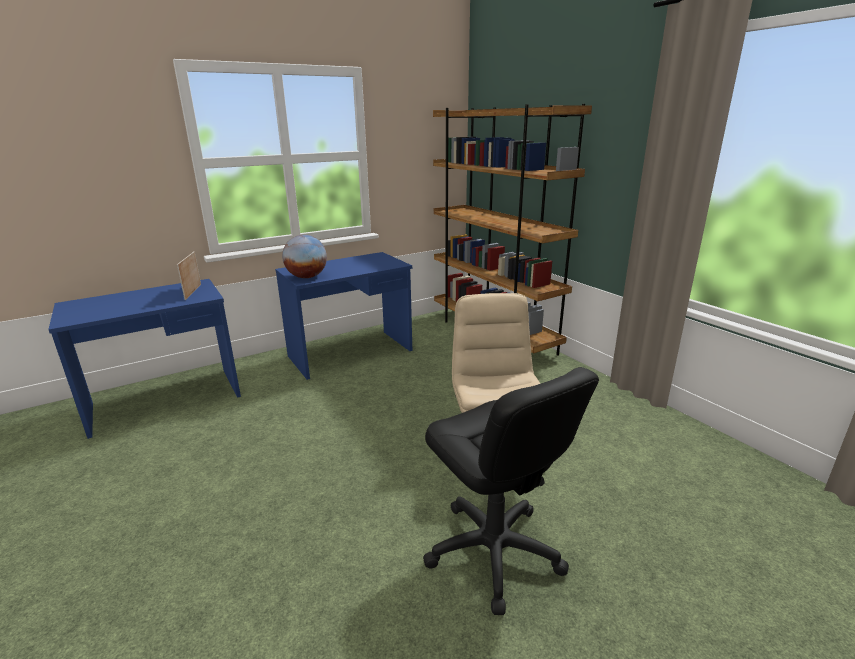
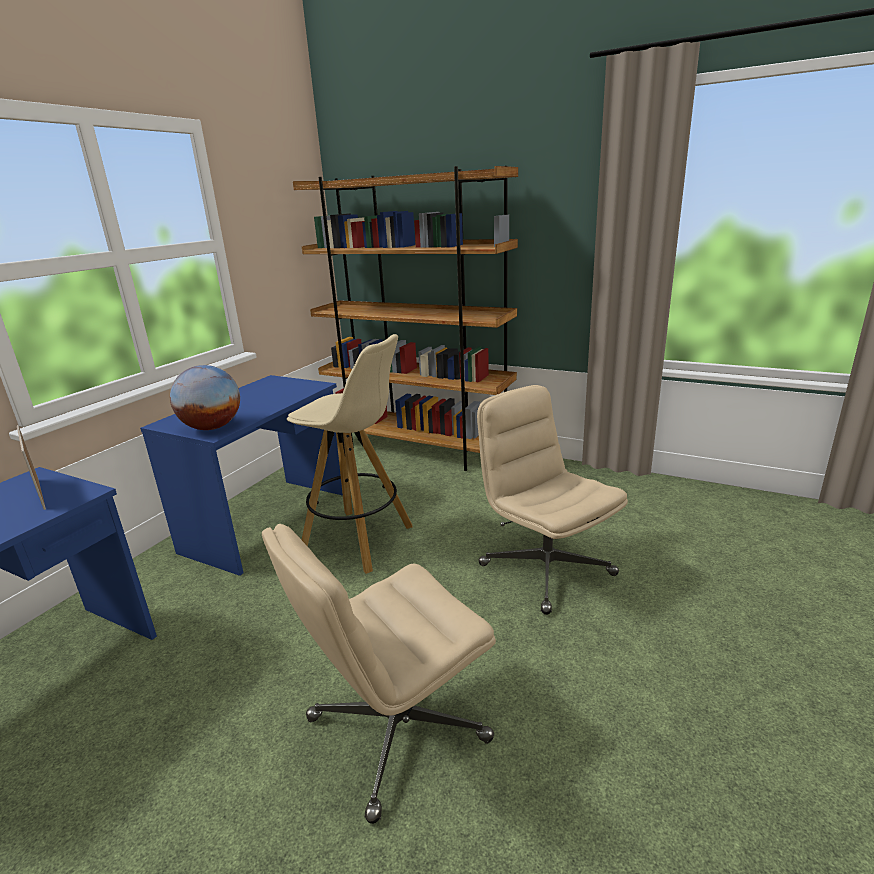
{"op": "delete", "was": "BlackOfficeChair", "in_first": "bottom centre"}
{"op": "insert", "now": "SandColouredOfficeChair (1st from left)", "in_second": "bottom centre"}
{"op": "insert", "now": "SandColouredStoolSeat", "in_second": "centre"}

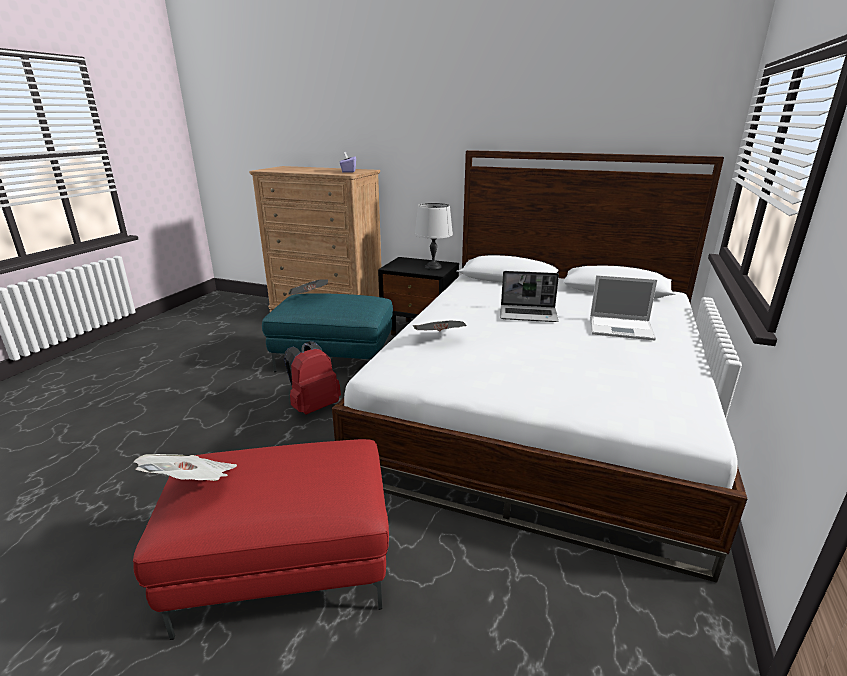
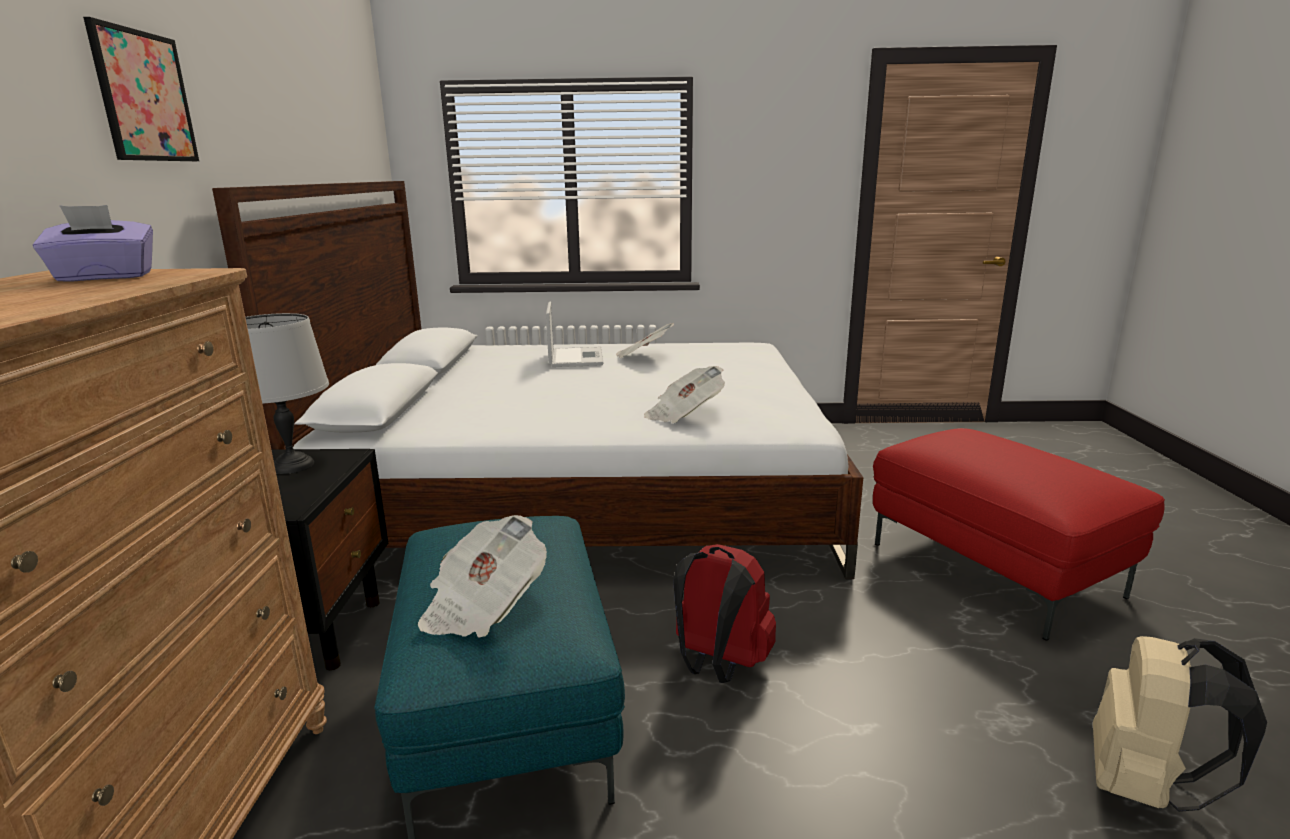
{"op": "move", "was": "Newspaper (1st from left in the first image)", "now": "Newspaper (2nd from left)", "in_first": "bottom left", "in_second": "centre"}
{"op": "delete", "was": "Laptop (1st from left)", "in_first": "centre"}
{"op": "insert", "now": "Picture", "in_second": "top left"}
{"op": "insert", "now": "SandColouredRucksack", "in_second": "bottom right"}

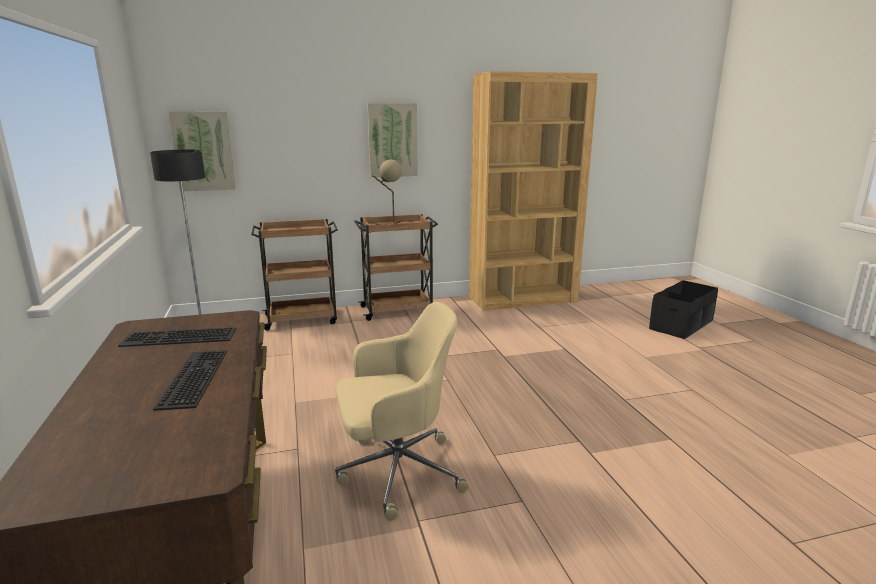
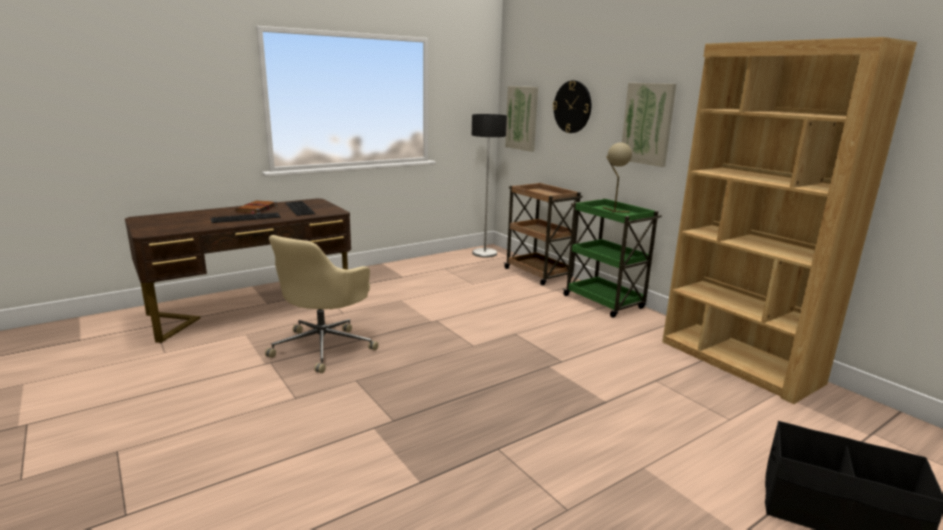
{"op": "rotate", "was": "SandColouredOfficeChair", "in_first": "bottom centre", "in_second": "centre", "clockwise": 60}
{"op": "recolor", "was": "BrownCart (2nd from left)", "now": "GreenishCart", "in_first": "centre", "in_second": "centre"}
{"op": "insert", "now": "BrownVolume", "in_second": "middle left"}
{"op": "insert", "now": "WallClock", "in_second": "top centre"}

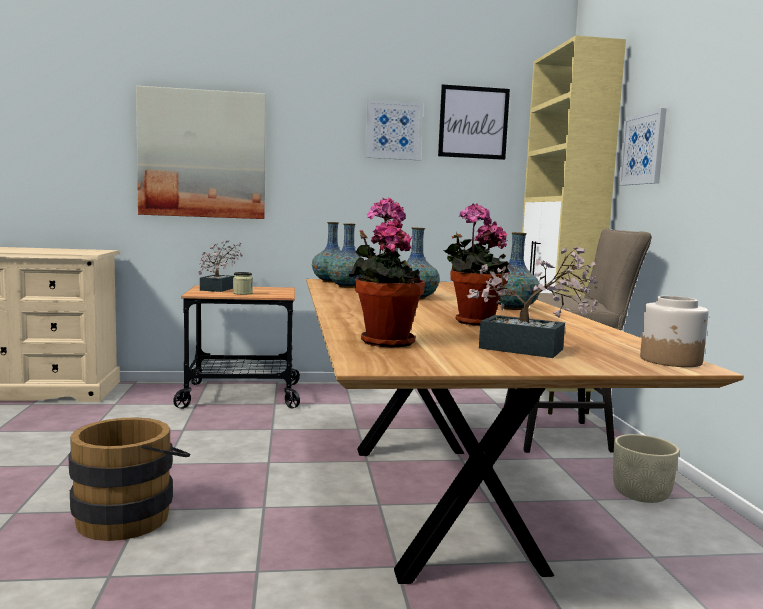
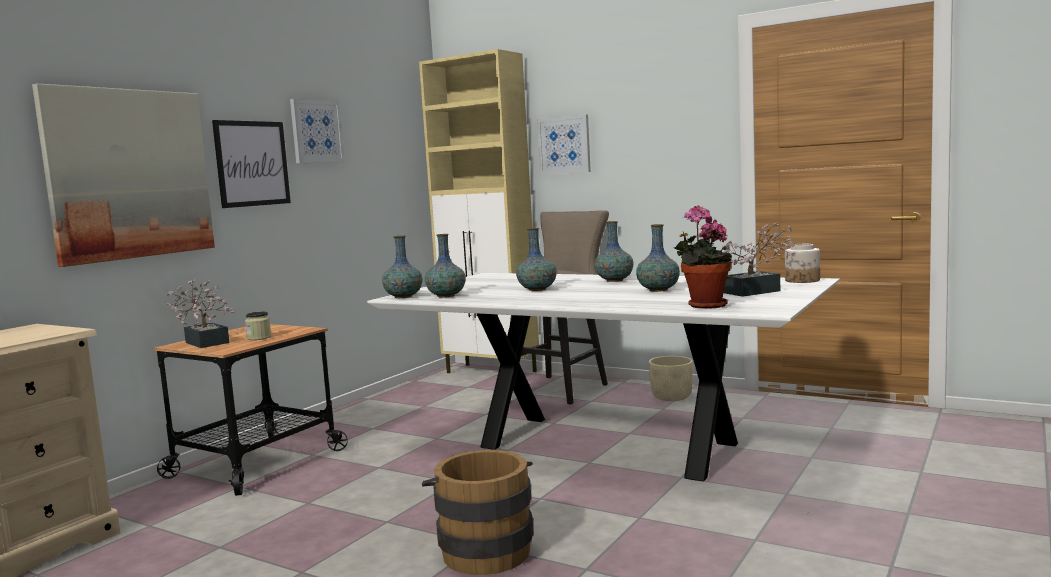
{"op": "recolor", "was": "BrownDinnerTable", "now": "WhiteColouredDinnerTable", "in_first": "bottom right", "in_second": "centre"}
{"op": "move", "was": "Picture (3rd from left in the first image)", "now": "Picture (2nd from left)", "in_first": "top centre", "in_second": "top left"}
{"op": "replace", "was": "PlantInAPot (3rd from left)", "now": "DecorativeVase (5th from left)", "in_first": "centre", "in_second": "centre"}

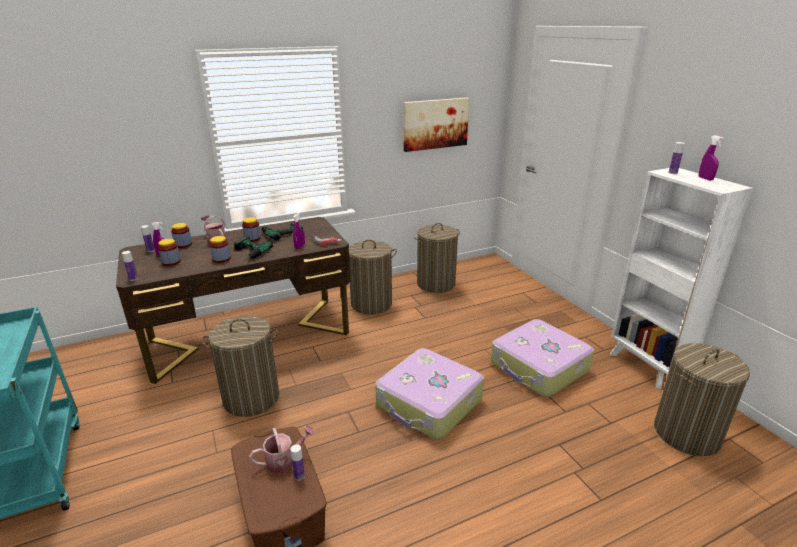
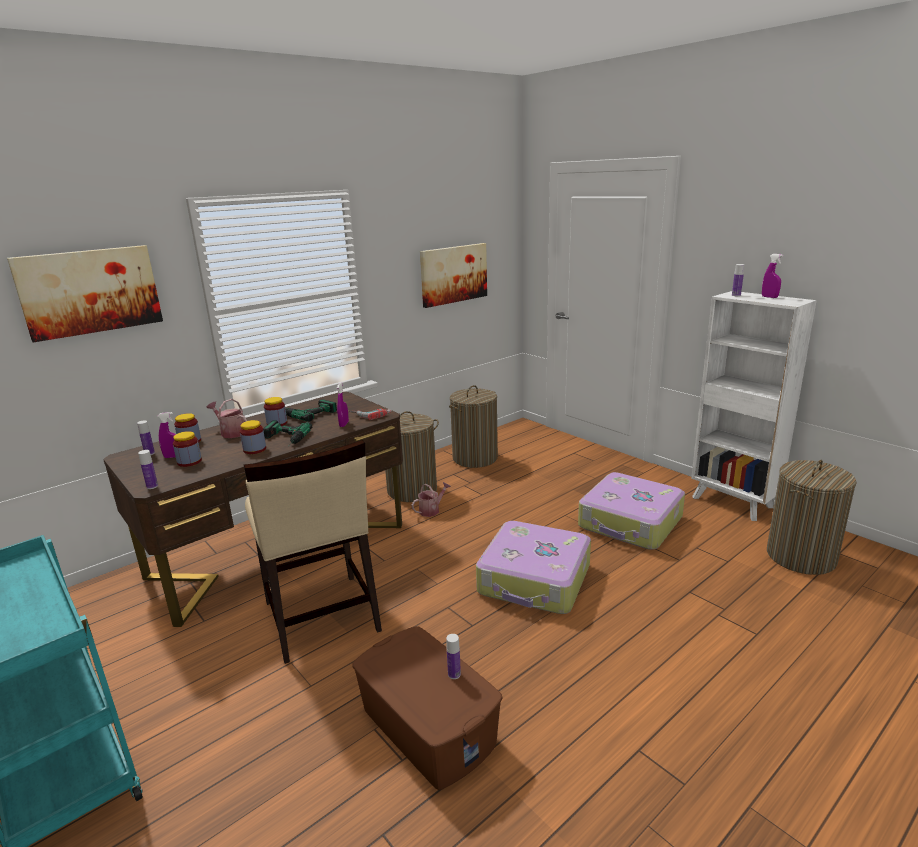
{"op": "replace", "was": "WashingBasket (1st from left)", "now": "SandColouredChair", "in_first": "bottom left", "in_second": "centre"}
{"op": "move", "was": "WateringCan (2nd from left)", "in_first": "bottom centre", "in_second": "centre"}
{"op": "insert", "now": "Picture (1st from left)", "in_second": "middle left"}

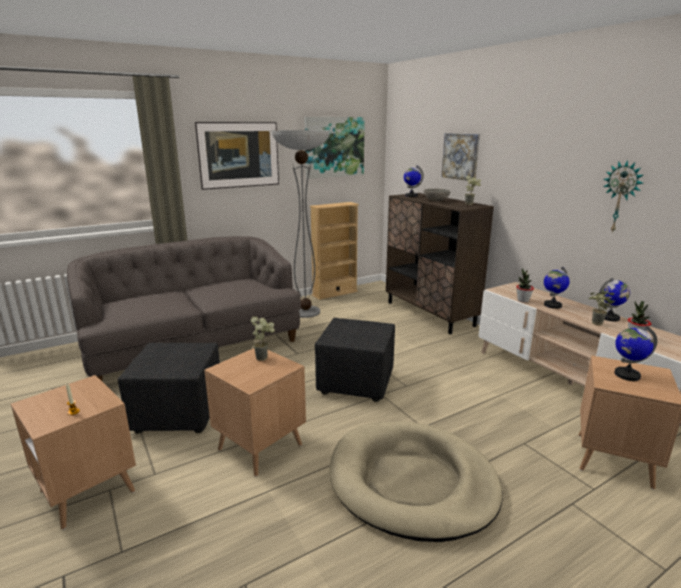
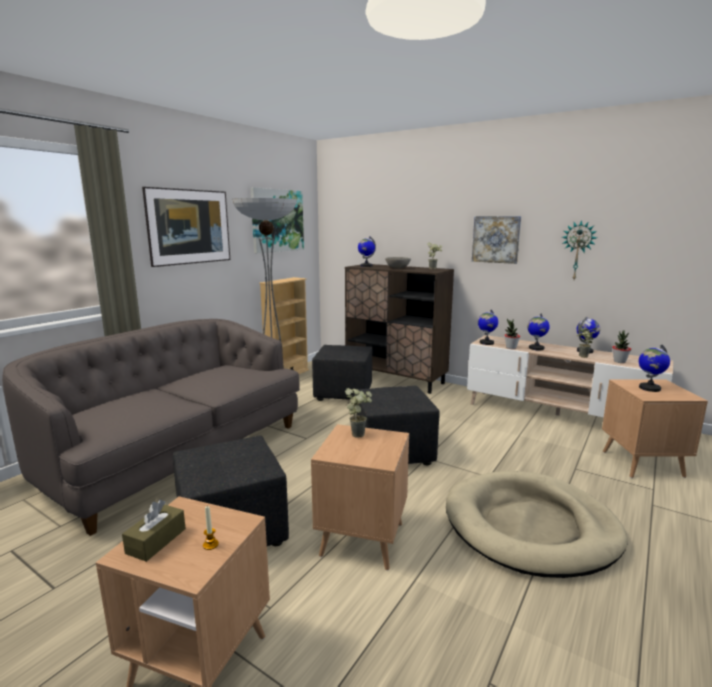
{"op": "move", "was": "Picture (3rd from left)", "in_first": "top right", "in_second": "middle right"}
{"op": "insert", "now": "BrownBoxOfTissues", "in_second": "bottom left"}
{"op": "insert", "now": "BlackOttoman (2nd from left)", "in_second": "centre"}
{"op": "insert", "now": "DeskGlobe (2nd from left)", "in_second": "middle right"}

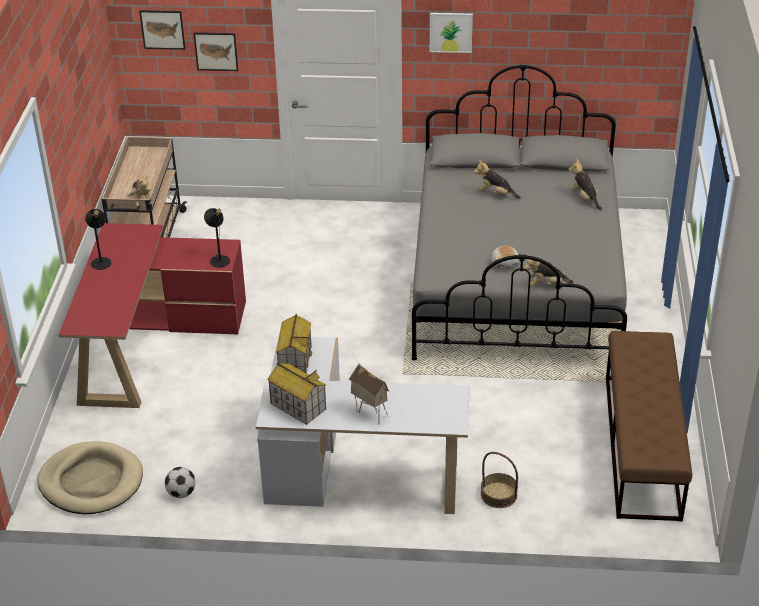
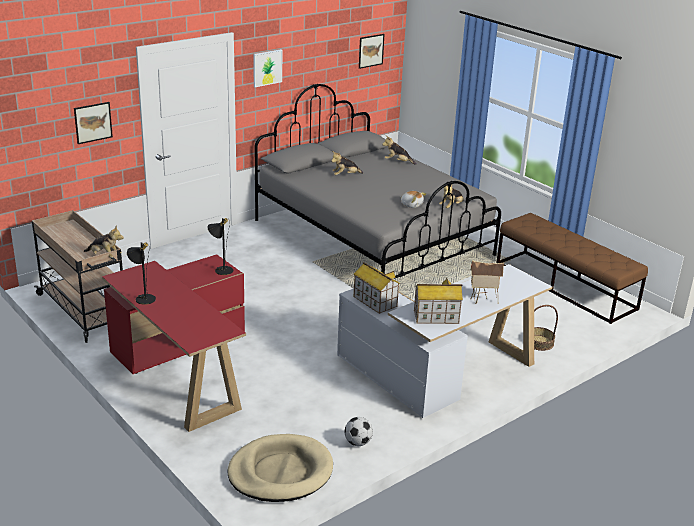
{"op": "move", "was": "Picture (1st from left in the first image)", "now": "Picture (3rd from left)", "in_first": "top left", "in_second": "top centre"}

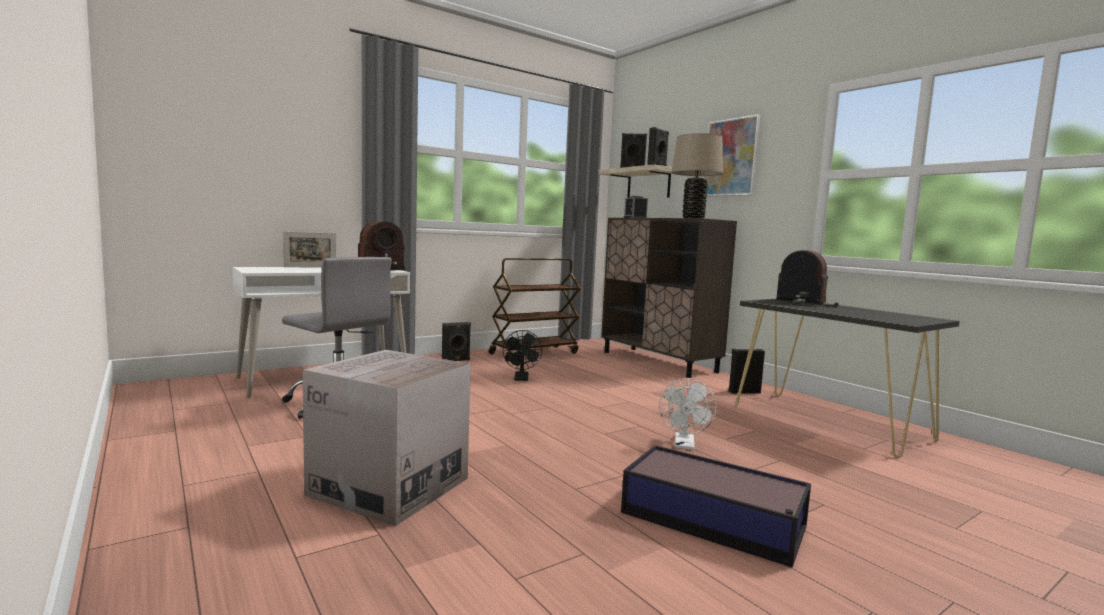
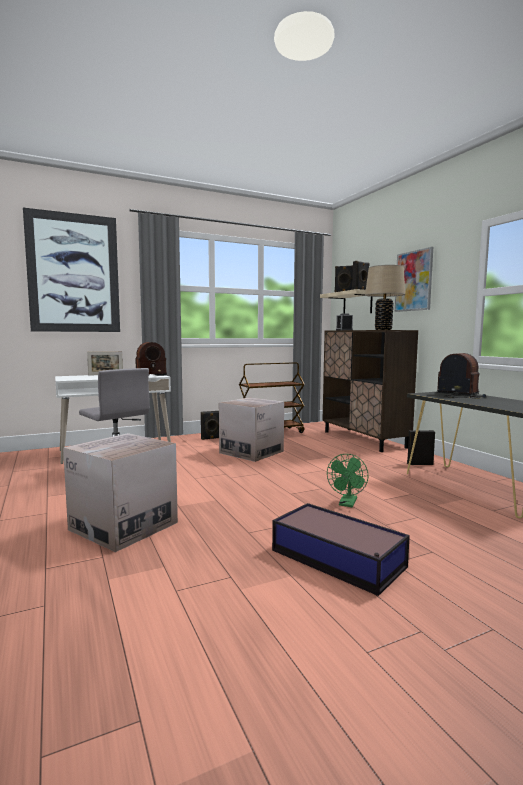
{"op": "replace", "was": "BlackCoolingFan", "now": "CardboardBox (2nd from left)", "in_first": "centre", "in_second": "centre"}
{"op": "recolor", "was": "WhiteColouredCoolingFan", "now": "GreenishCoolingFan", "in_first": "bottom centre", "in_second": "centre"}
{"op": "insert", "now": "Picture (1st from left)", "in_second": "middle left"}

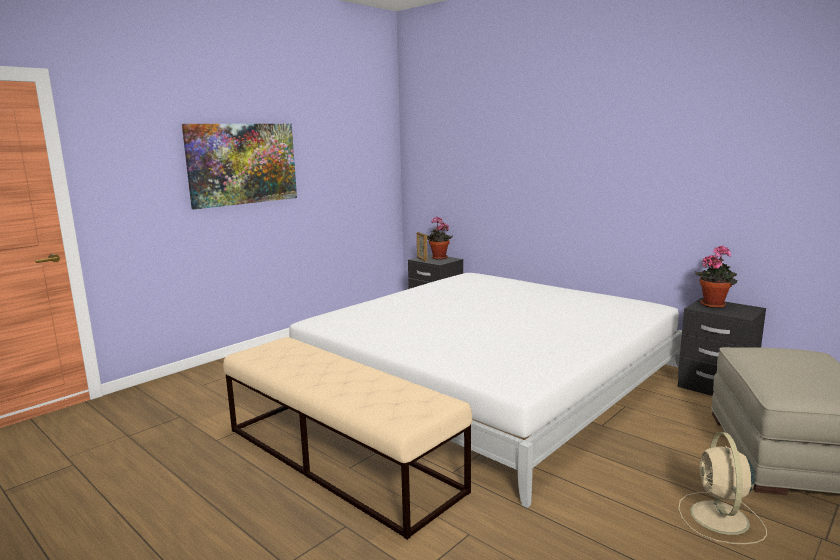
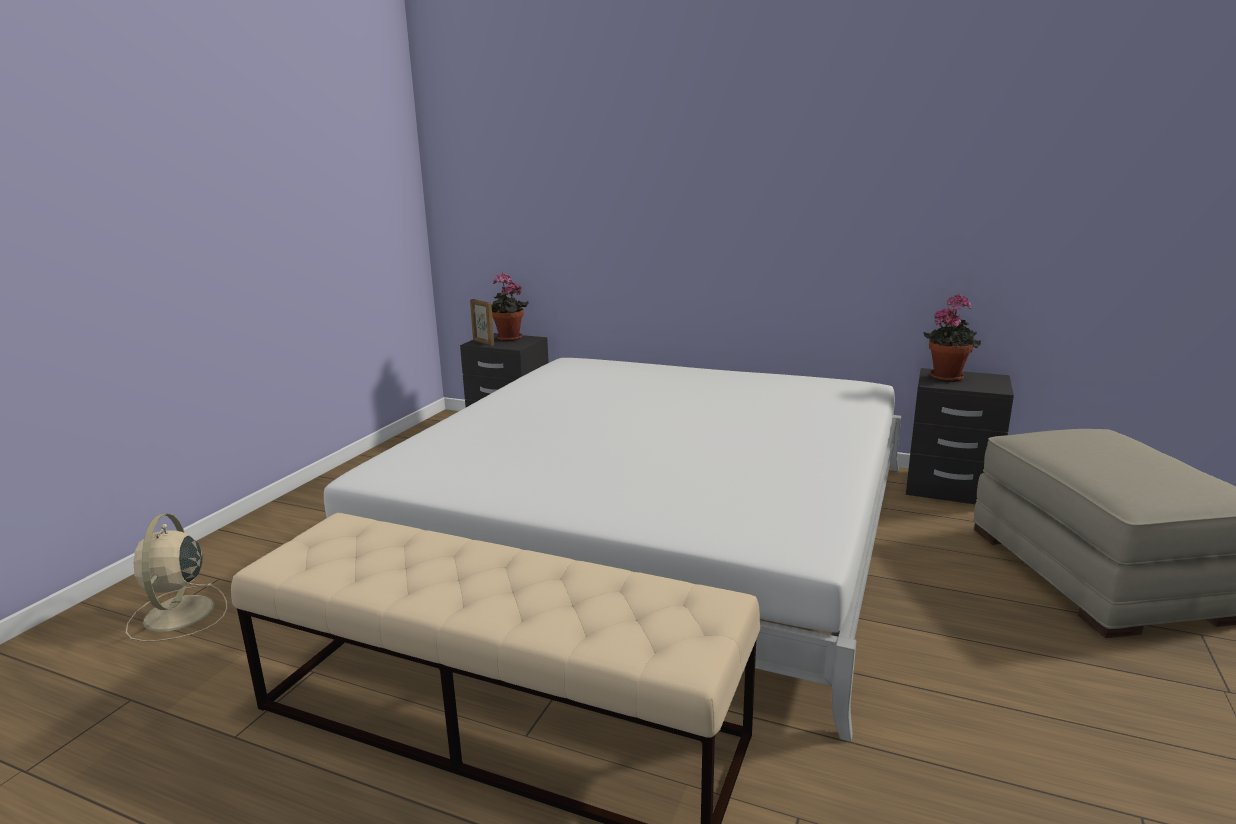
{"op": "delete", "was": "Picture", "in_first": "top left"}
{"op": "move", "was": "SandColouredCoolingFan", "in_first": "bottom right", "in_second": "bottom left"}

